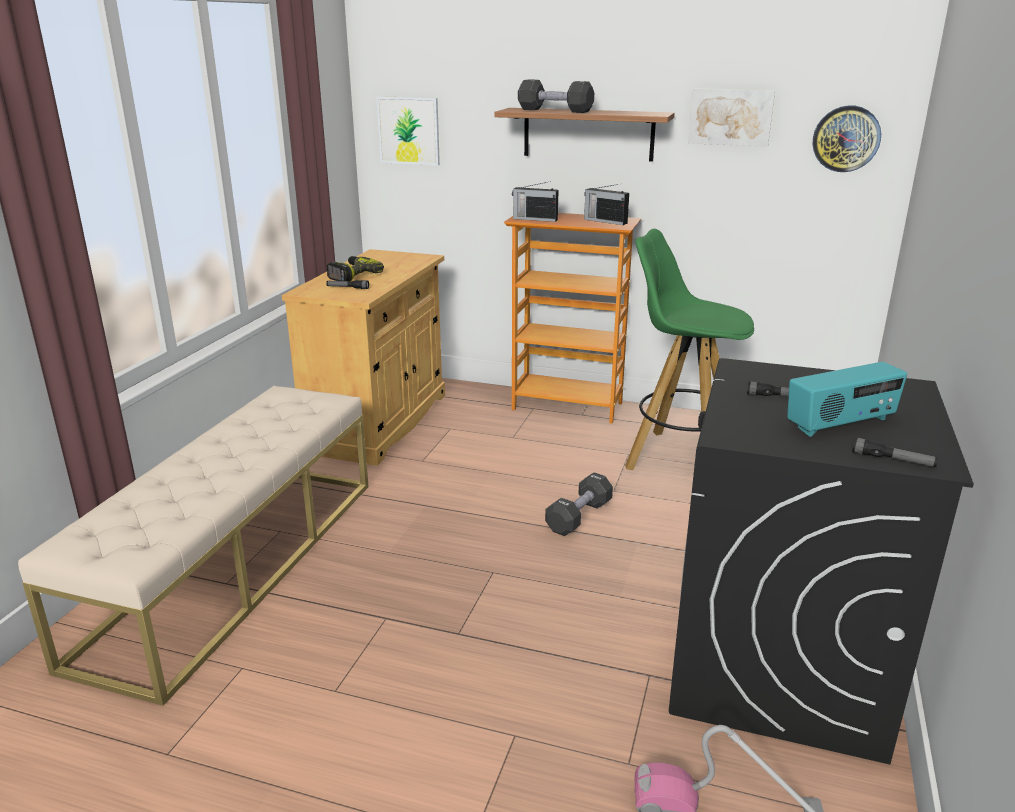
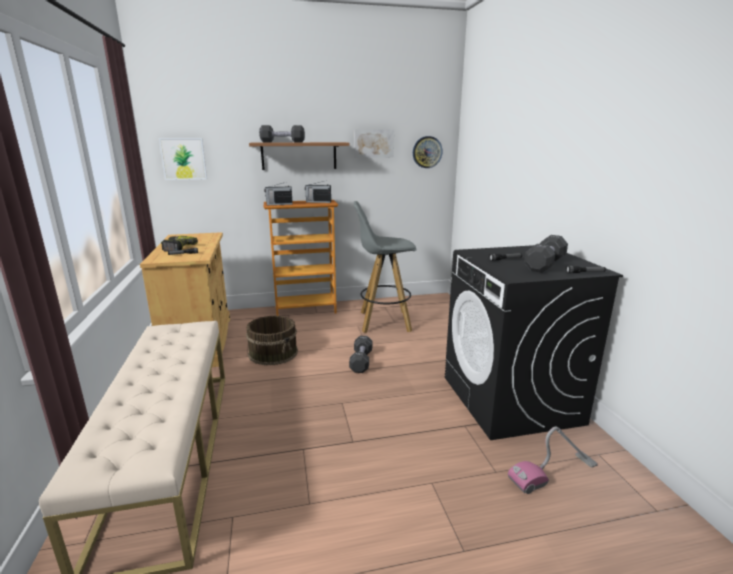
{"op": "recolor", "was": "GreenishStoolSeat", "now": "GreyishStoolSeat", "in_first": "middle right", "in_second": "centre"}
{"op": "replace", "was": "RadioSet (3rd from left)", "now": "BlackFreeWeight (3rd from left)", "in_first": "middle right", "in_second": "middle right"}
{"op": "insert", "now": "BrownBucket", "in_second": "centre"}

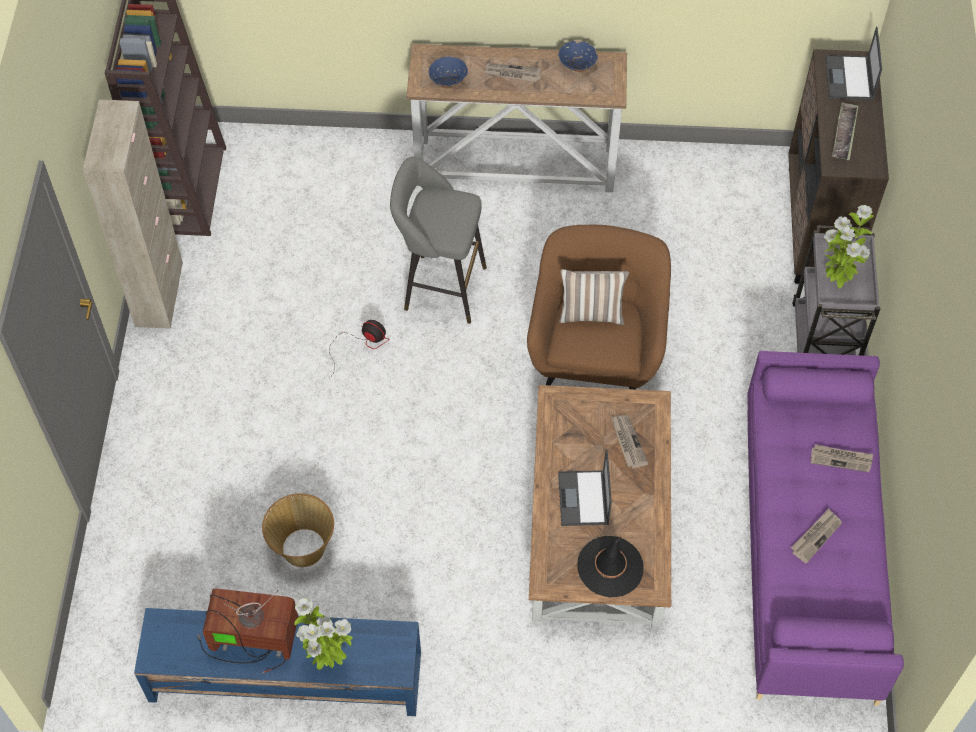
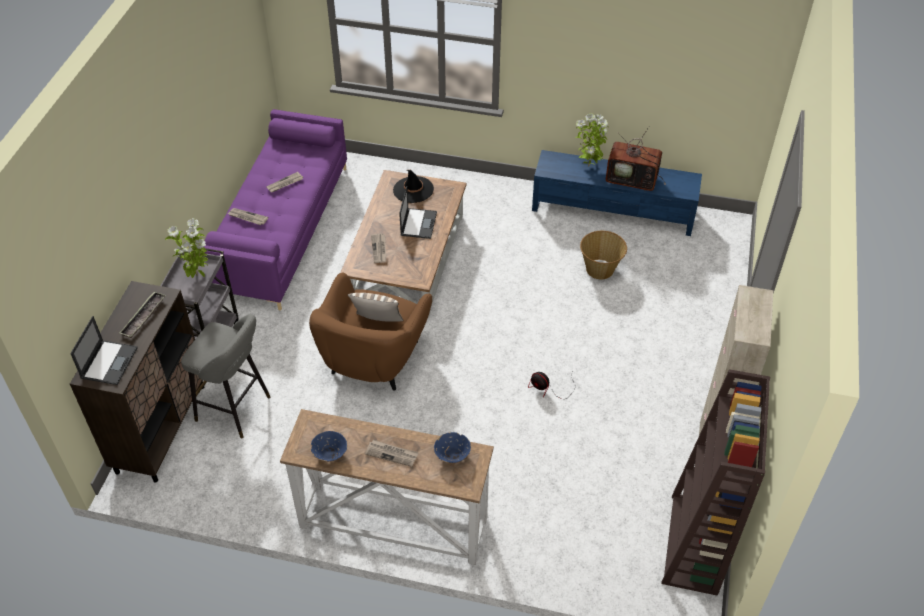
{"op": "move", "was": "GreyishStoolSeat", "in_first": "top centre", "in_second": "middle left"}

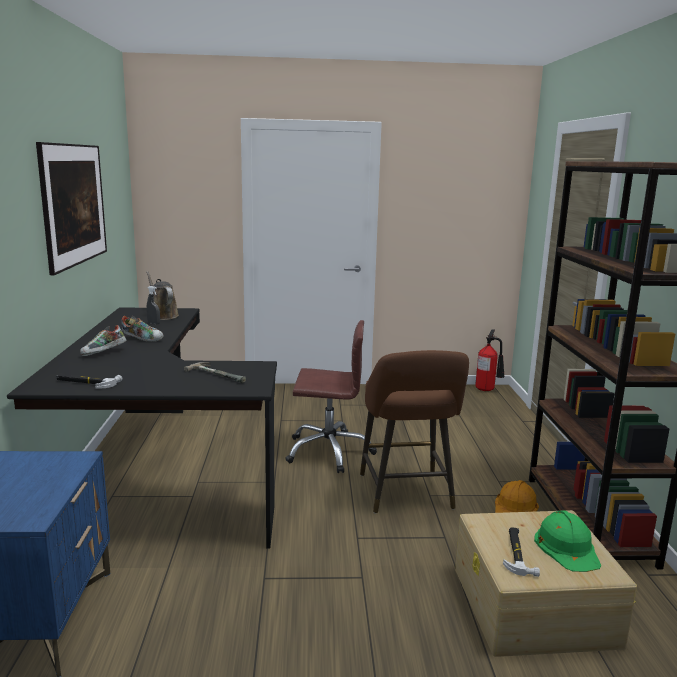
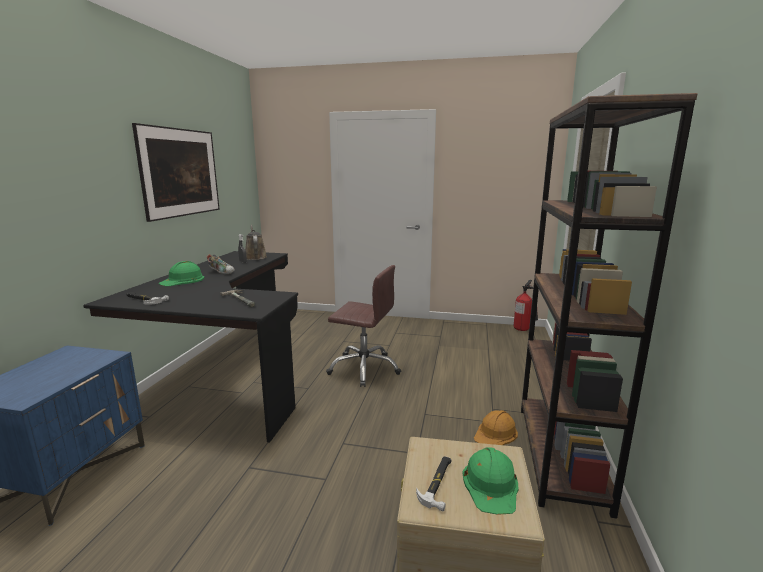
{"op": "replace", "was": "ItemOfFootwear (1st from left)", "now": "GreenishHardHat (1st from left)", "in_first": "middle left", "in_second": "middle left"}
{"op": "delete", "was": "BrownStoolSeat", "in_first": "centre"}

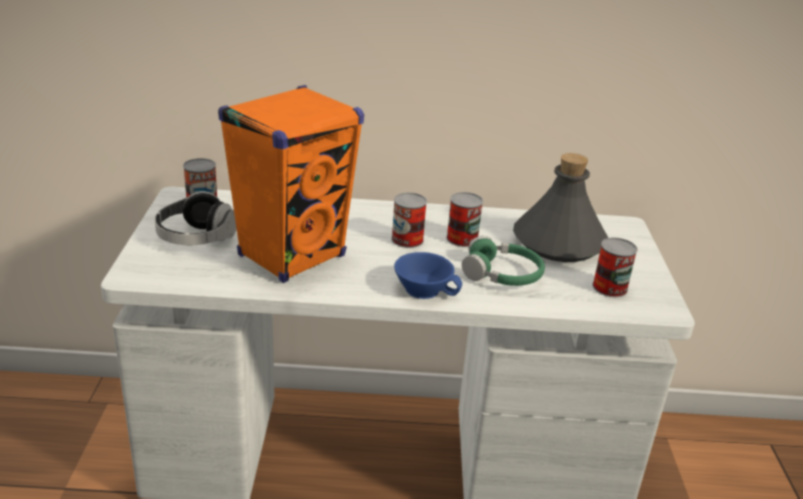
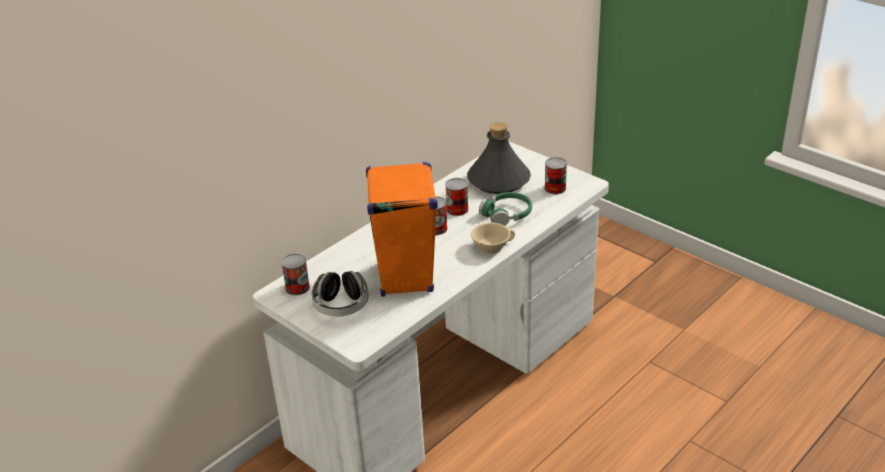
{"op": "recolor", "was": "BlueColouredDrinkingCup", "now": "SandColouredDrinkingCup", "in_first": "centre", "in_second": "centre"}

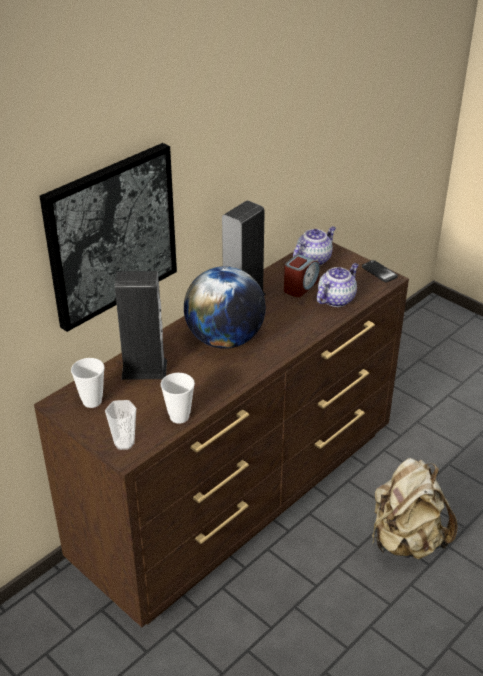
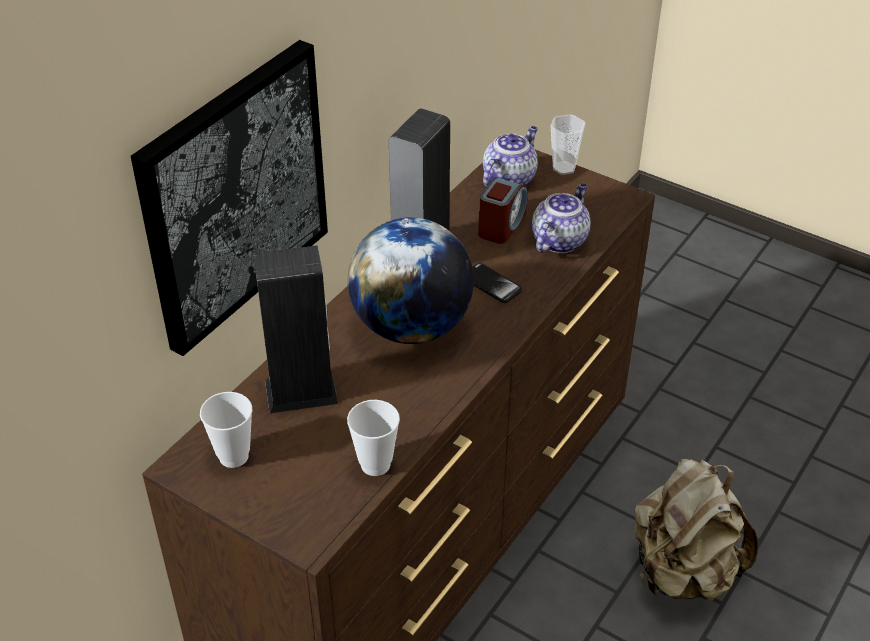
{"op": "move", "was": "DrinkingCup (2nd from left in the first image)", "now": "DrinkingCup (3rd from left)", "in_first": "middle left", "in_second": "top centre"}
{"op": "move", "was": "Handset", "in_first": "middle right", "in_second": "centre"}

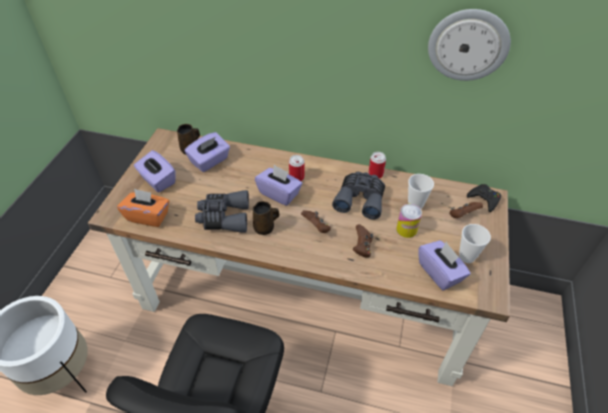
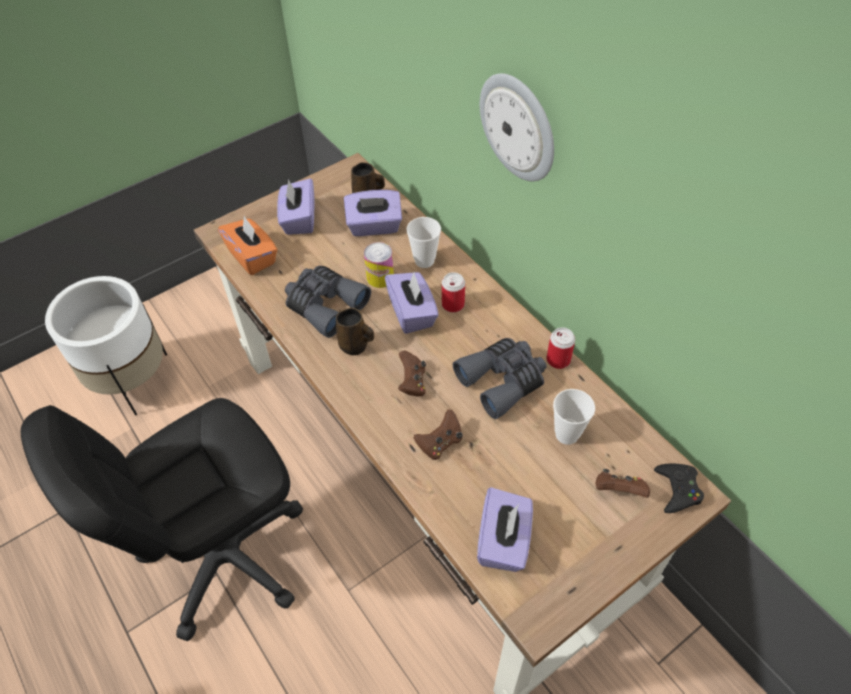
{"op": "move", "was": "SealedCan (3rd from left in the first image)", "now": "SealedCan (1st from left)", "in_first": "middle right", "in_second": "centre"}
{"op": "move", "was": "WallClock", "in_first": "top right", "in_second": "top centre"}
{"op": "move", "was": "DrinkingCup (2nd from left in the first image)", "now": "DrinkingCup (1st from left)", "in_first": "middle right", "in_second": "centre"}

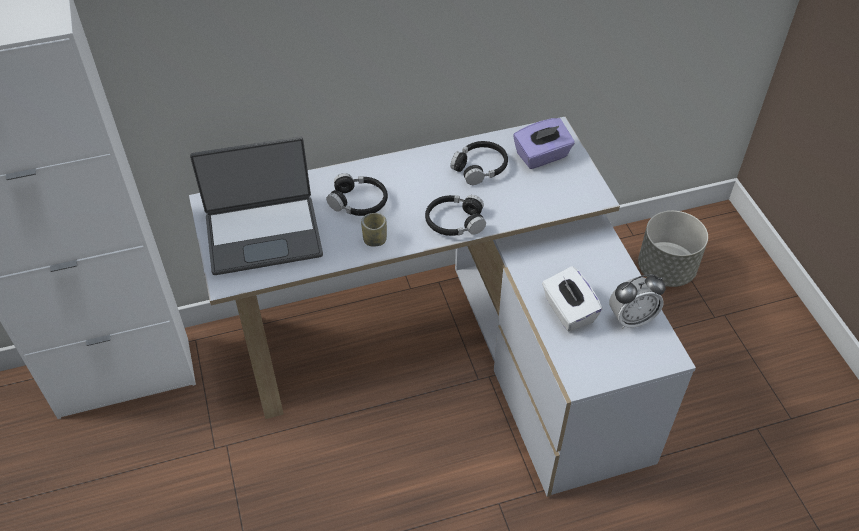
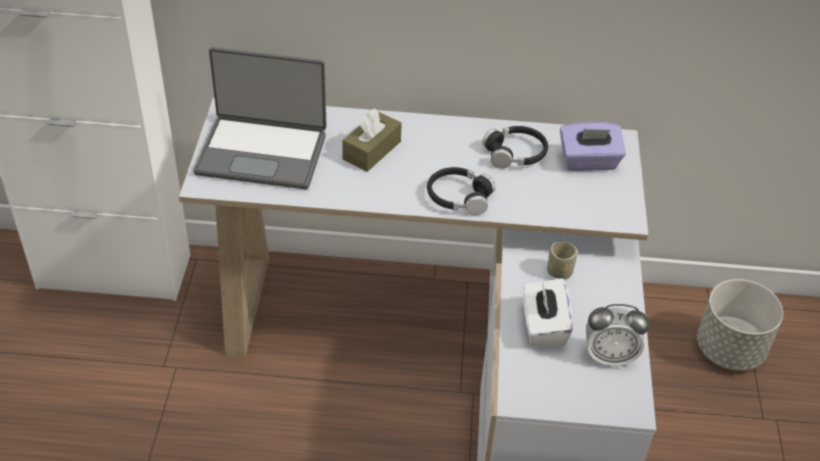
{"op": "replace", "was": "BlackHeadphones (1st from left)", "now": "BrownBoxOfTissues", "in_first": "centre", "in_second": "top centre"}
{"op": "move", "was": "DrinkingCup", "in_first": "centre", "in_second": "middle right"}

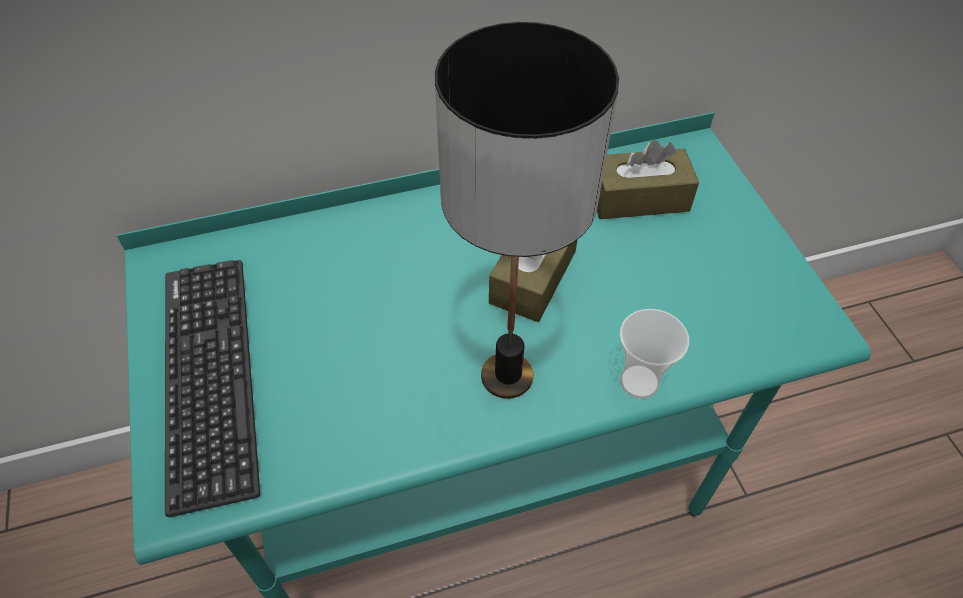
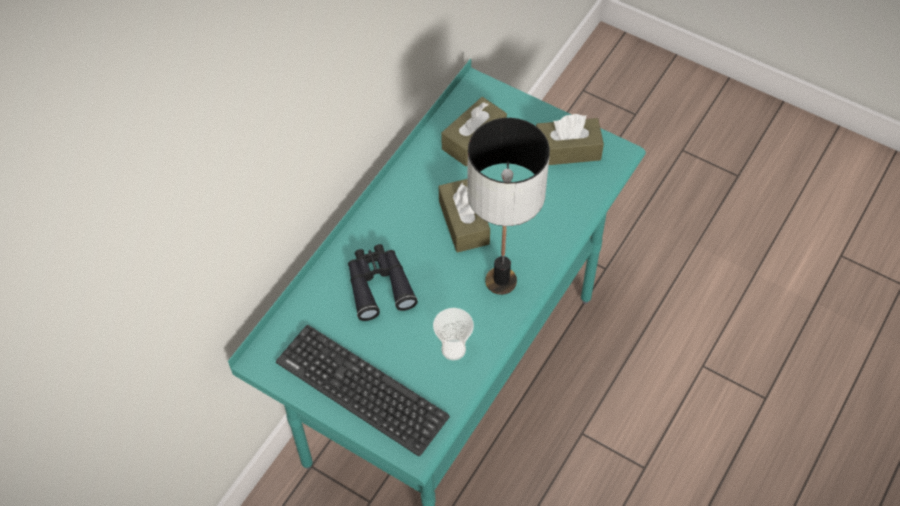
{"op": "move", "was": "DrinkingCup", "in_first": "middle right", "in_second": "centre"}
{"op": "insert", "now": "BlackBinoculars", "in_second": "centre"}
{"op": "insert", "now": "BrownBoxOfTissues (3rd from left)", "in_second": "top centre"}

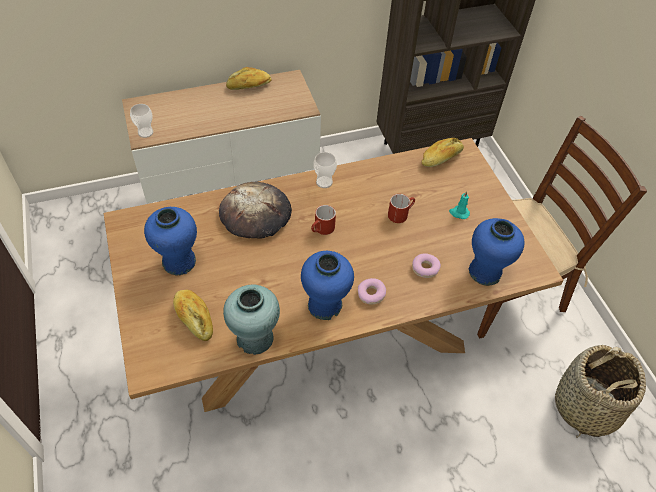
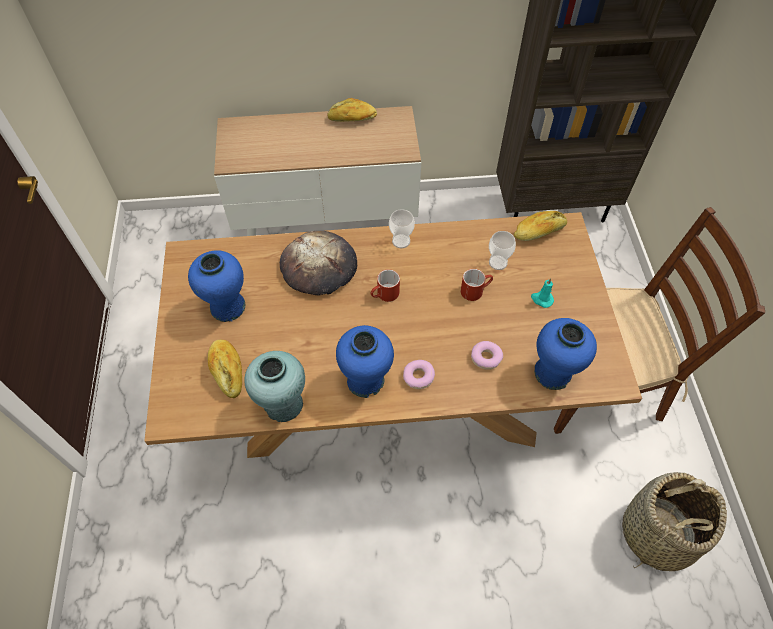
{"op": "move", "was": "DrinkingCup (1st from left in the first image)", "now": "DrinkingCup (2nd from left)", "in_first": "top left", "in_second": "centre"}

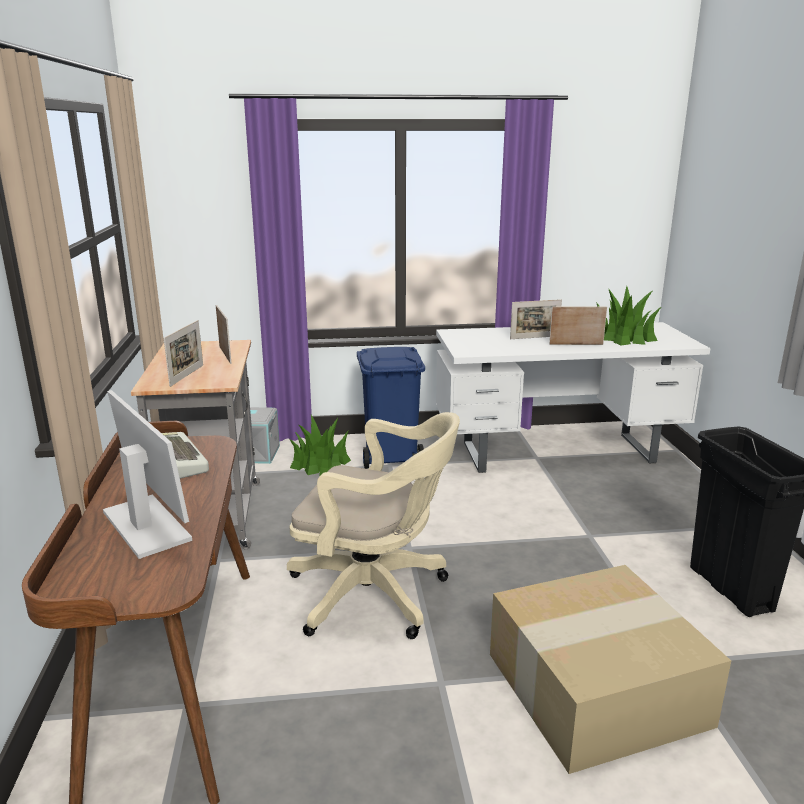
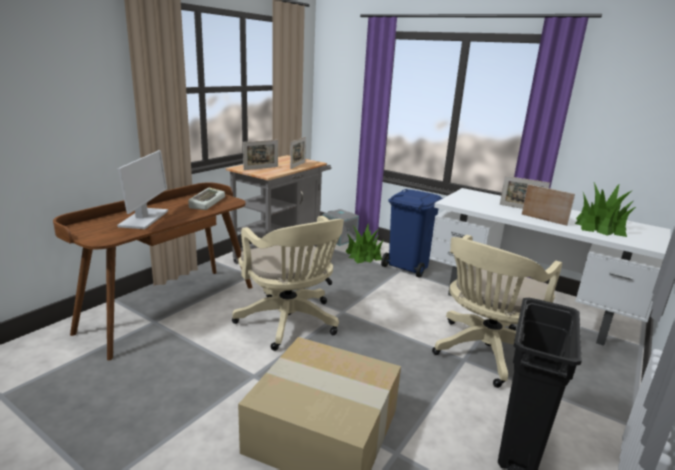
{"op": "insert", "now": "SandColouredOfficeChair (2nd from left)", "in_second": "middle right"}

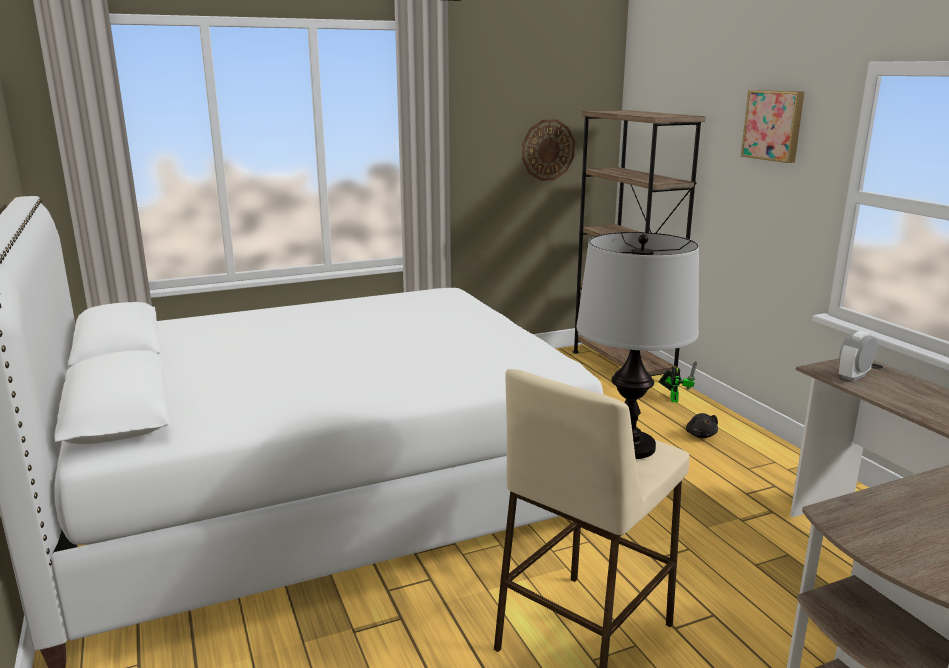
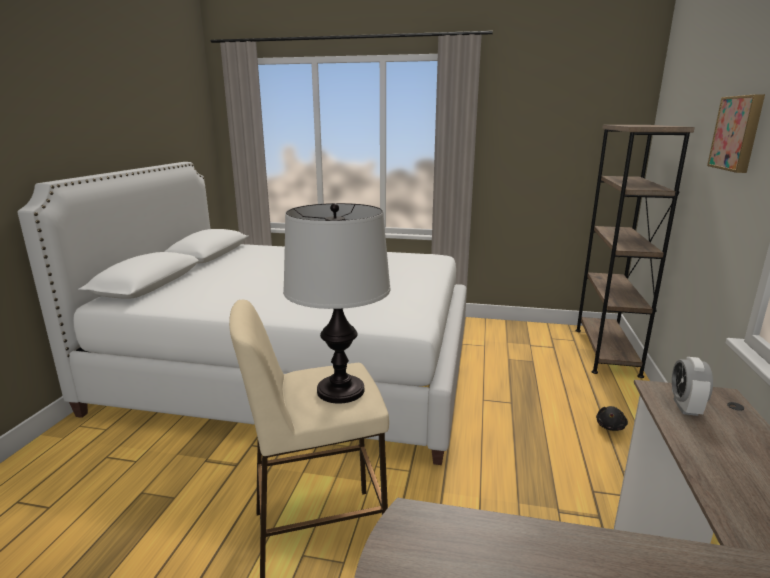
{"op": "delete", "was": "WallClock", "in_first": "top centre"}
{"op": "delete", "was": "ModelRobot", "in_first": "middle right"}
{"op": "rotate", "was": "TableClock", "in_first": "middle right", "in_second": "bottom right", "clockwise": -75}

